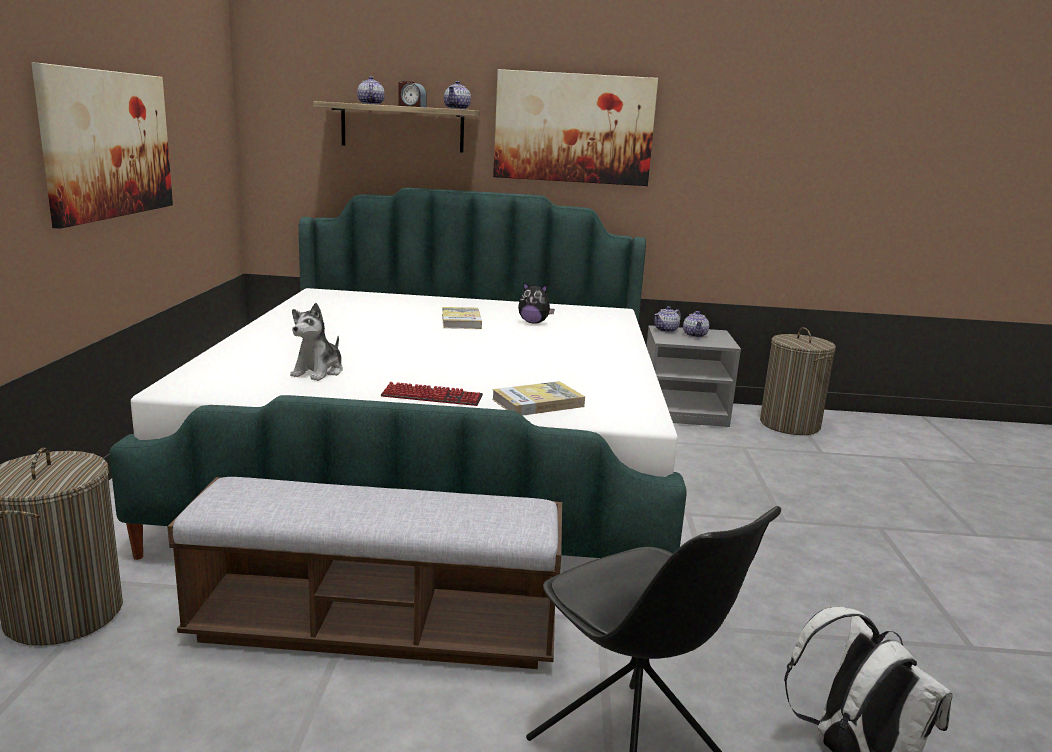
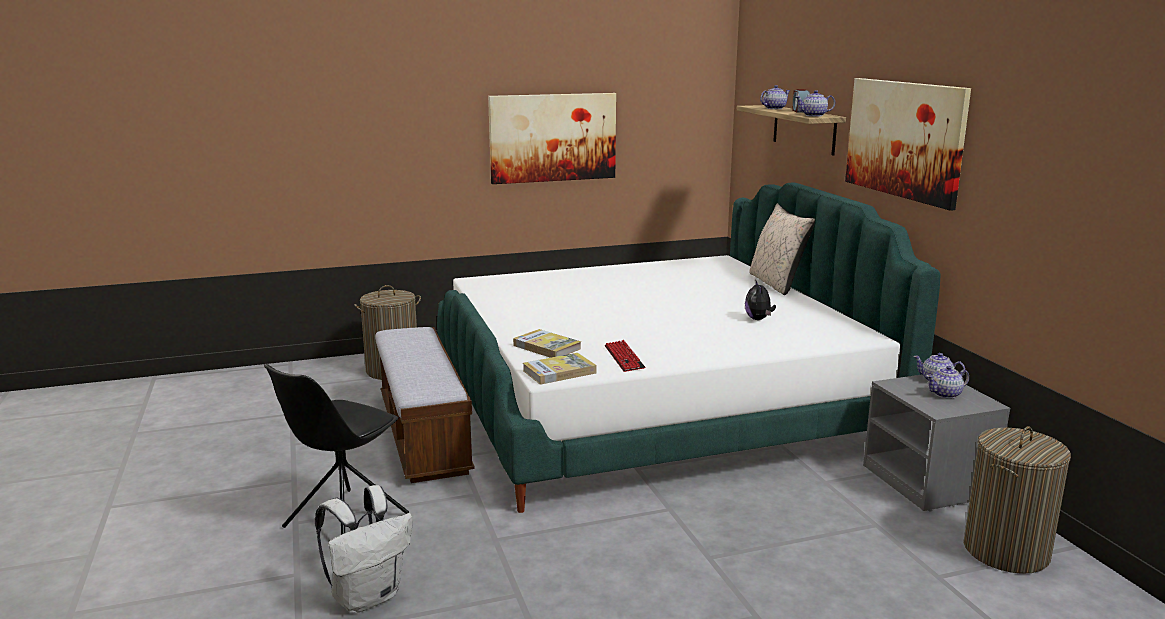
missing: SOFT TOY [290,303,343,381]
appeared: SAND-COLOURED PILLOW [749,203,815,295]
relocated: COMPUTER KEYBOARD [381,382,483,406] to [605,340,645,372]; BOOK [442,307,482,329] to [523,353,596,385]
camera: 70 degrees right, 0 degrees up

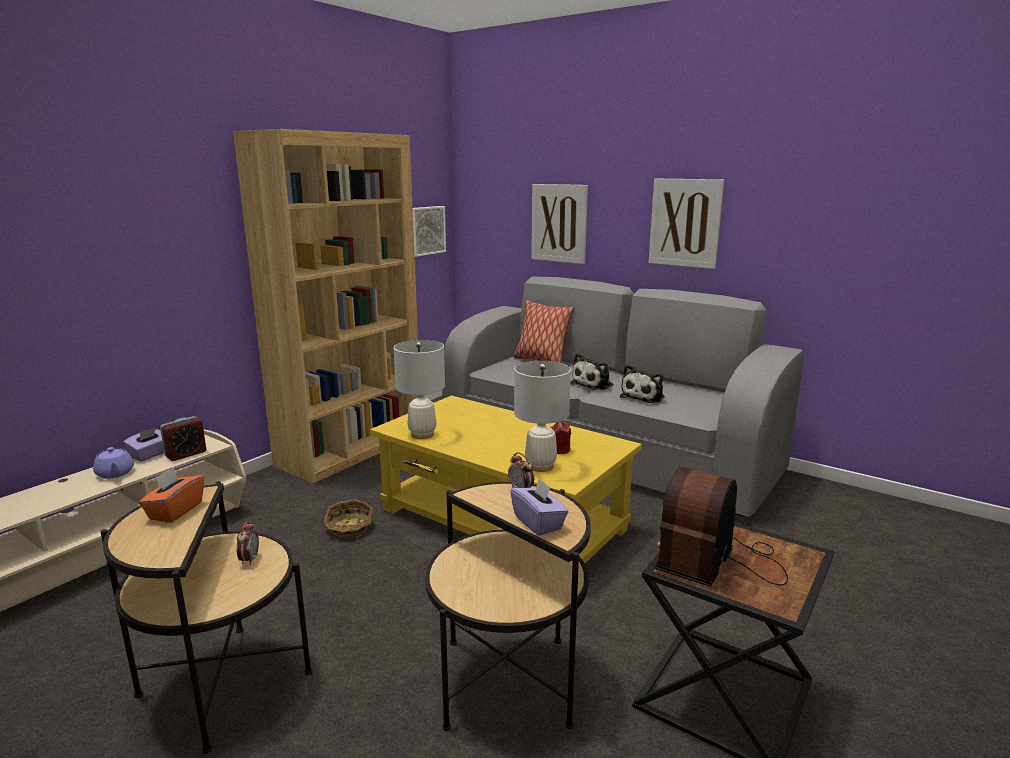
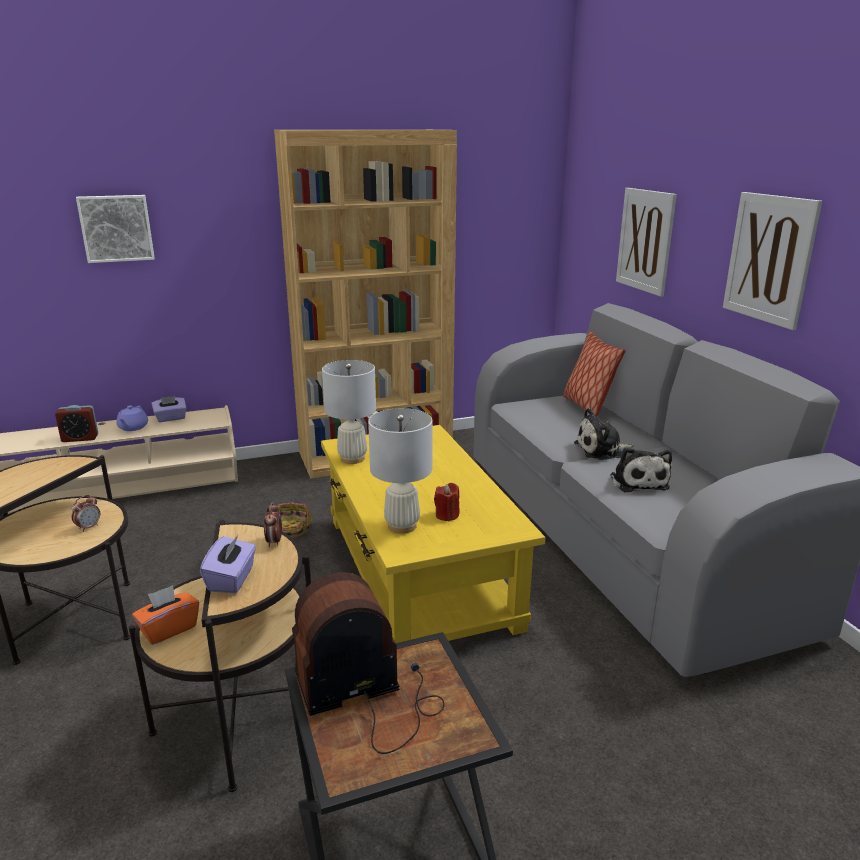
relocated: ORANGE-COLOURED TISSUE HOLDER [139,467,204,523] to [132,585,199,645]; BEDSIDE CLOCK [160,416,206,461] to [55,405,98,442]; WALL PICTURE [413,206,446,257] to [76,195,155,263]
spun: SOFT TOY [620,364,665,403] = [610,447,672,492] 75 degrees counterclockwise
camera: 35 degrees right, 5 degrees up

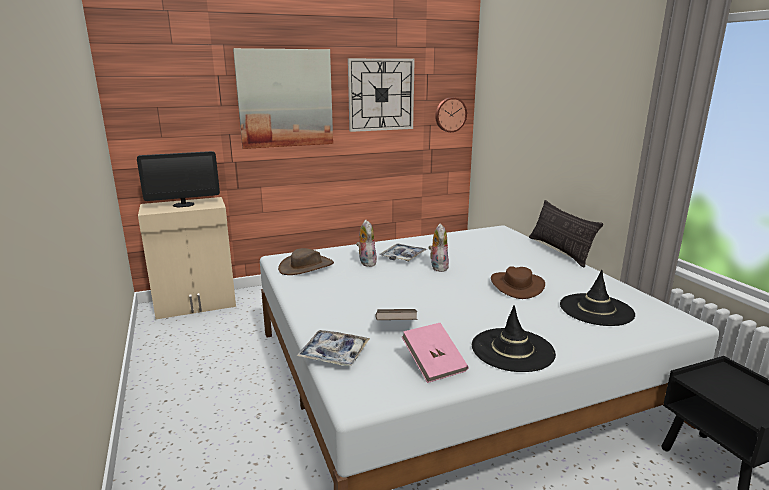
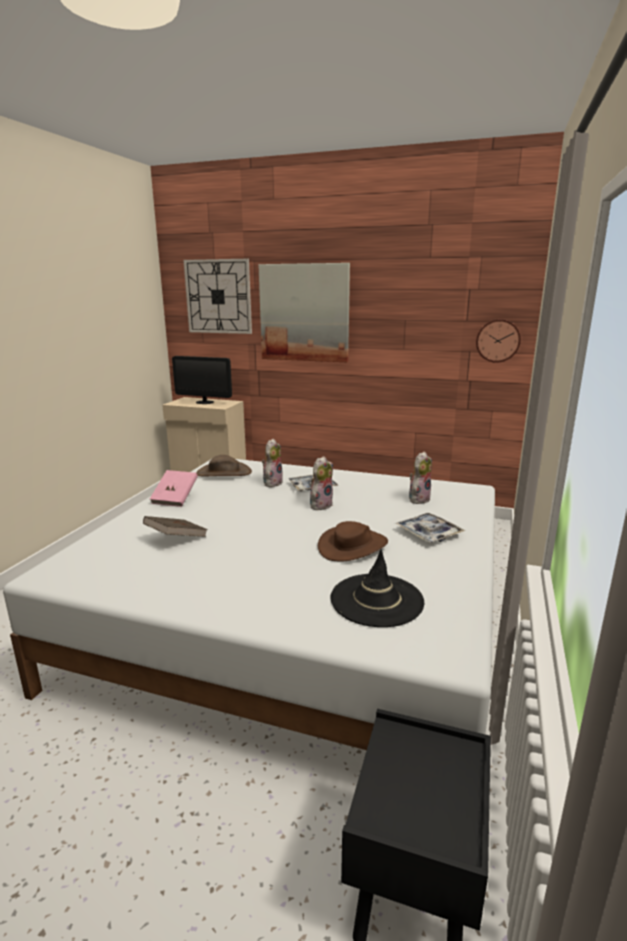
missing: BLACKISH CLOTHING HAT [472,305,556,372]; PILLOW [529,200,603,267]
appeared: SOFT TOY [409,451,432,504]
relocated: SERVING TRAY [296,330,370,366] to [395,513,465,543]; CLOCK ON THE WALL [348,58,415,132] to [183,259,252,334]; PINK-COLOURED BOOK [402,323,469,383] to [150,470,198,507]
camera: 40 degrees right, 0 degrees up

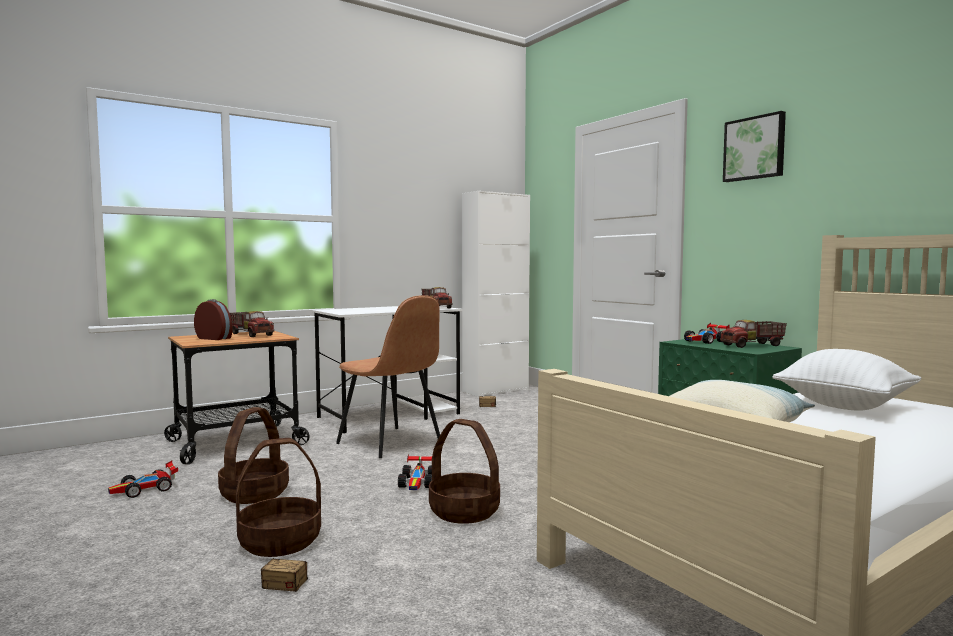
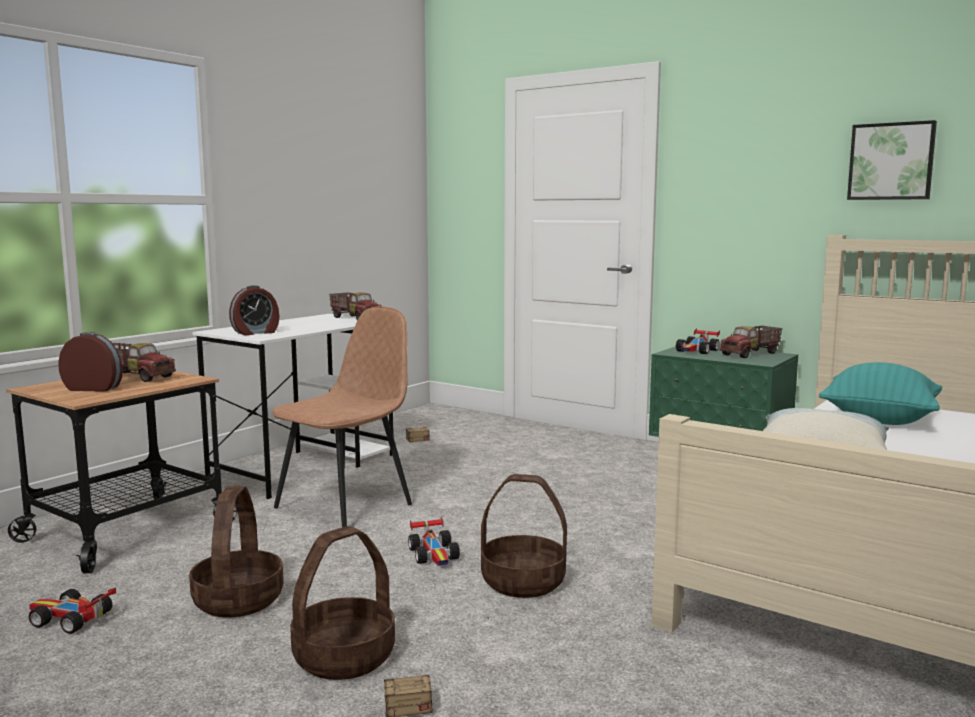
missing: WHITISH STORAGE CABINET [462,191,530,397]
appeared: BEDSIDE CLOCK [229,285,280,335]
relocated: WALL PICTURE [723,111,786,182] to [847,120,937,200]
colour: WHITISH PILLOW [772,349,921,411] to BLUE-GREEN PILLOW [819,362,942,425]
spun: MODEL CAR [108,461,178,498] = [29,588,116,634] 75 degrees clockwise; BROWN PLAIN CHAIR [336,295,440,458] = [272,306,412,527] 75 degrees counterclockwise
camera: 20 degrees left, 5 degrees up

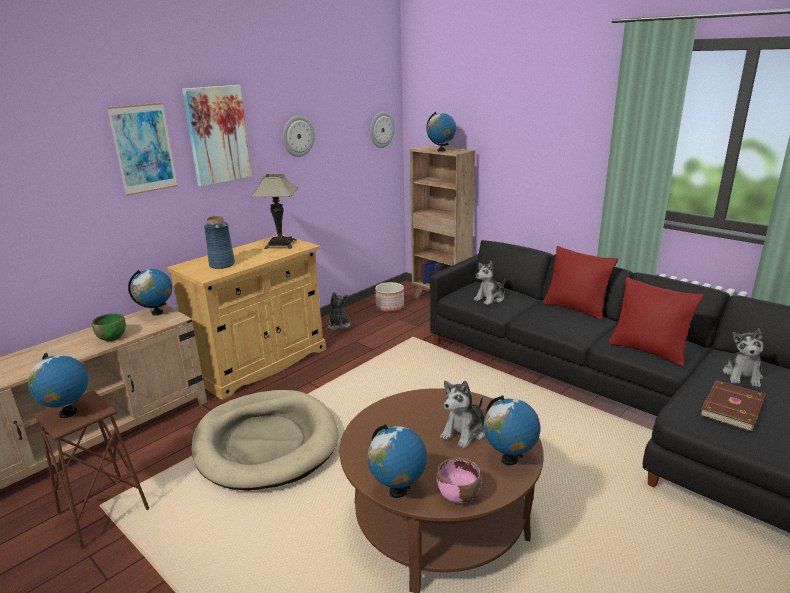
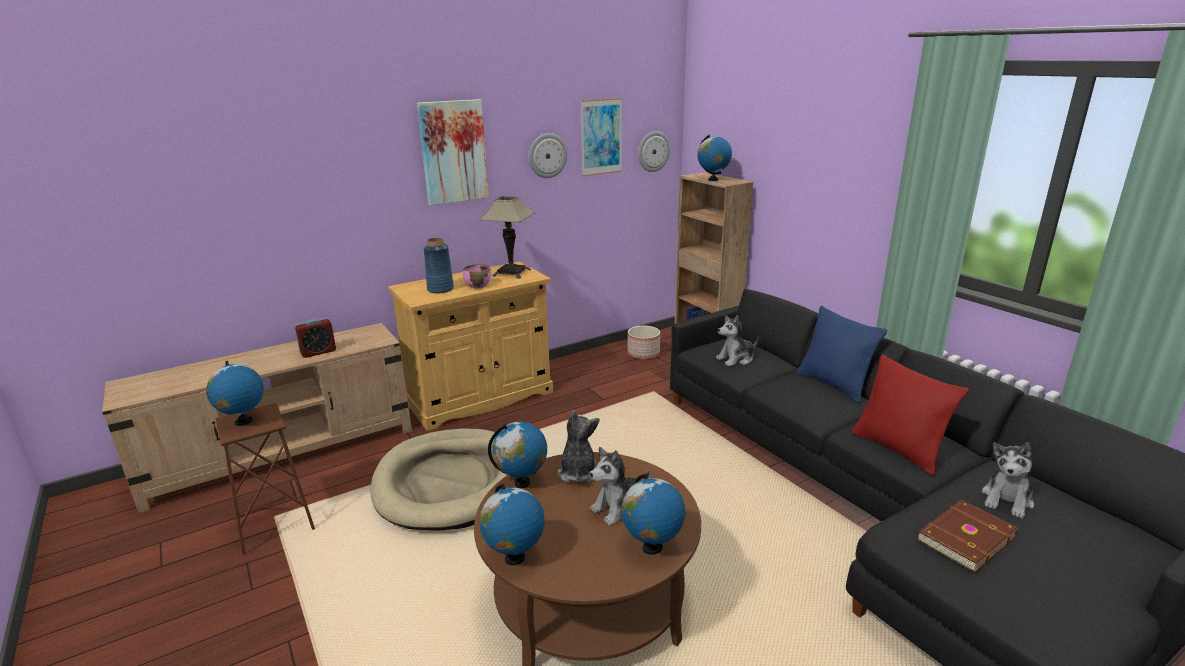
relocated: WALL PICTURE [107,103,178,196] to [580,98,622,176]; WORLD GLOBE [128,269,172,316] to [488,422,547,488]; SOFT TOY [328,292,350,330] to [557,410,600,482]; PINK-COLOURED BOWL [437,458,481,504] to [463,264,491,289]
exchanged: GREEN BOWL [92,313,126,341] to BEDSIDE CLOCK [294,318,336,358]
colour: RED-COLOURED PILLOW [543,246,618,320] to BLUE-COLOURED PILLOW [796,306,887,403]
camera: 15 degrees right, 0 degrees up

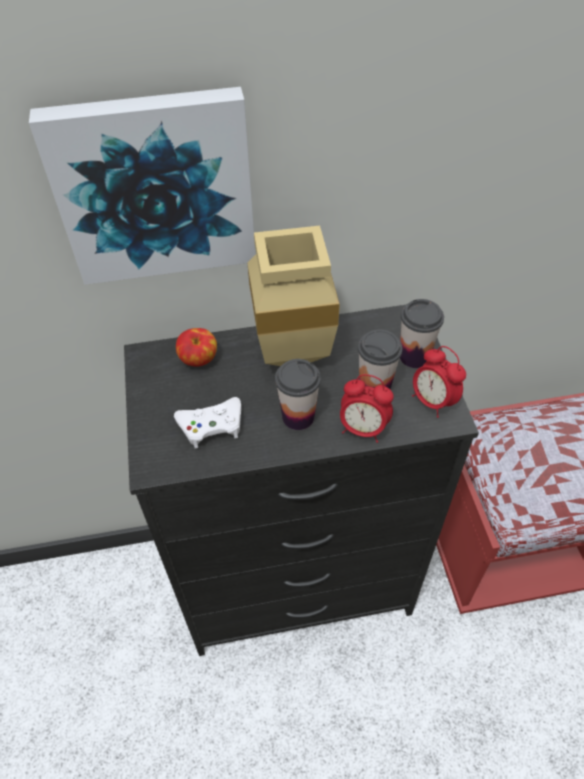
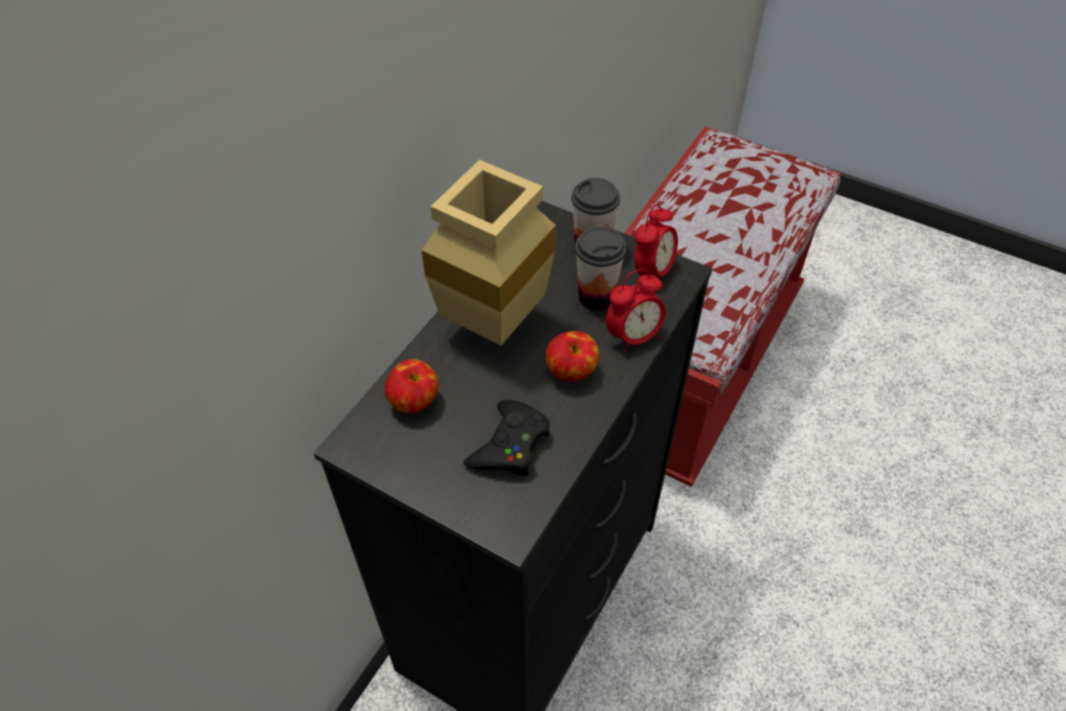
missing: WALL PICTURE [29,87,256,285]
exchanged: SMALL CUP [275,359,321,430] to APPLE FRUIT [546,331,599,381]
colour: WHITISH JOYPAD [174,397,241,449] to BLACKISH JOYPAD [464,400,550,476]
spun: BEDSIDE CLOCK [412,346,466,418] = [635,204,678,278] 60 degrees counterclockwise
camera: 50 degrees left, 0 degrees up

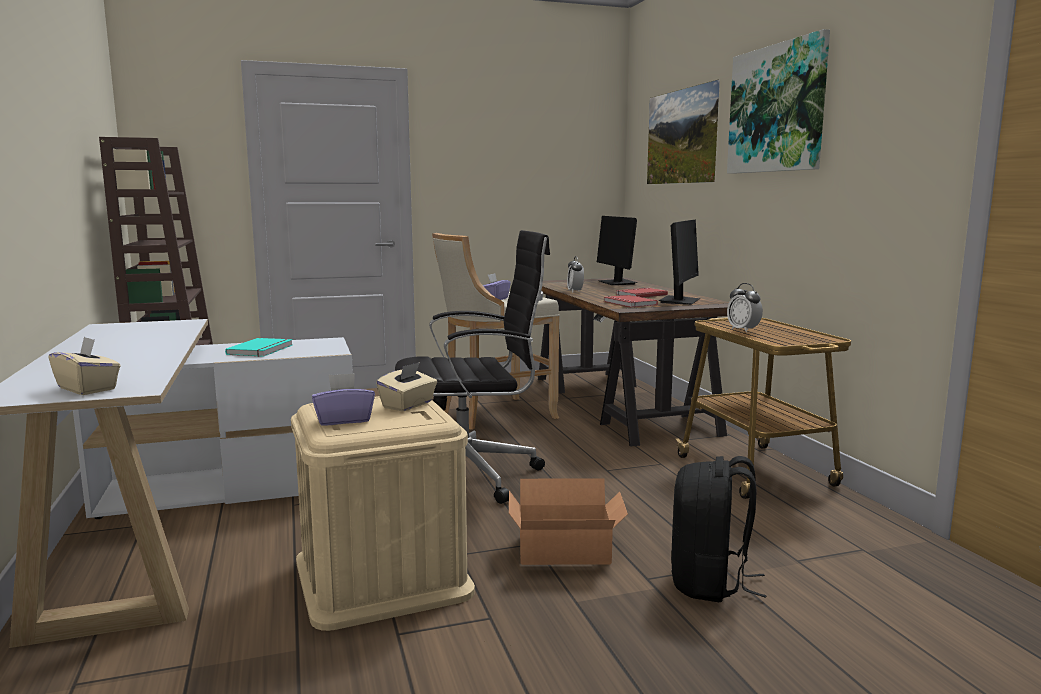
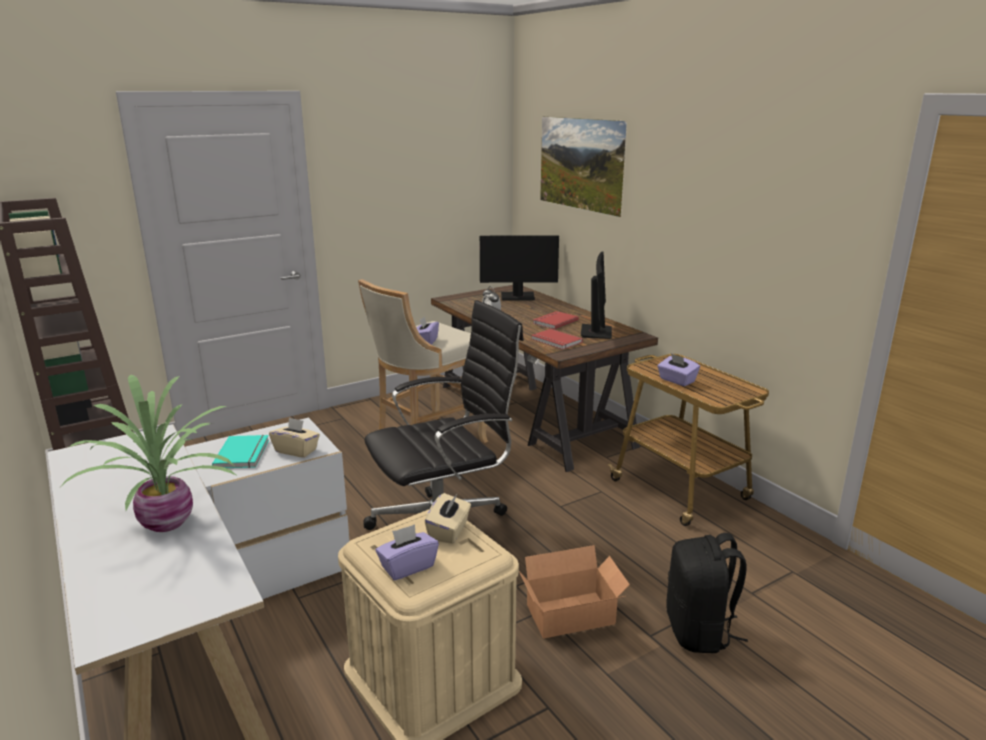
missing: WALL PICTURE [727,29,830,174]
appeared: HOUSEPLANT [61,374,236,532]
relocated: SAND-COLOURED TISSUE HOLDER [48,336,121,395] to [269,417,320,458]
exchanged: BEDSIDE CLOCK [727,283,763,332] to PURPLISH TISSUE HOLDER [657,353,700,386]
spun: COMPUTER DISPLAY [597,216,637,285] = [480,235,559,300] 60 degrees counterclockwise
camera: 15 degrees left, 10 degrees up

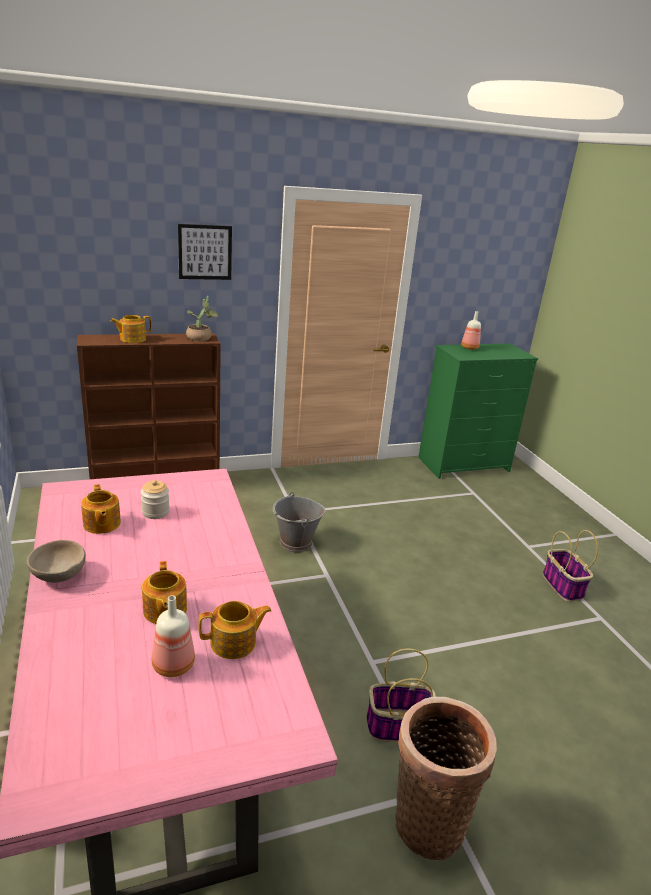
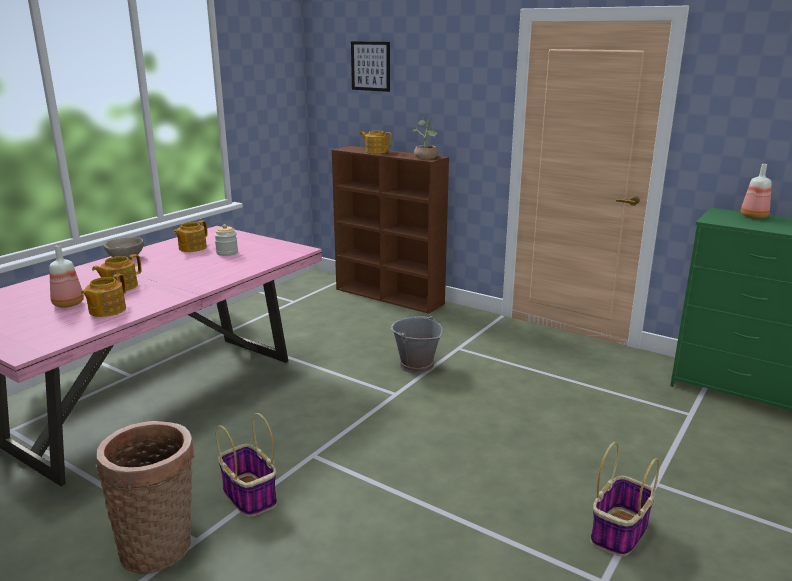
relocated: WALL PICTURE [178,224,232,280] to [351,41,390,92]
spun: POT FOR TEA [198,601,271,659] = [80,273,126,317] 75 degrees clockwise
camera: 55 degrees right, 5 degrees down

